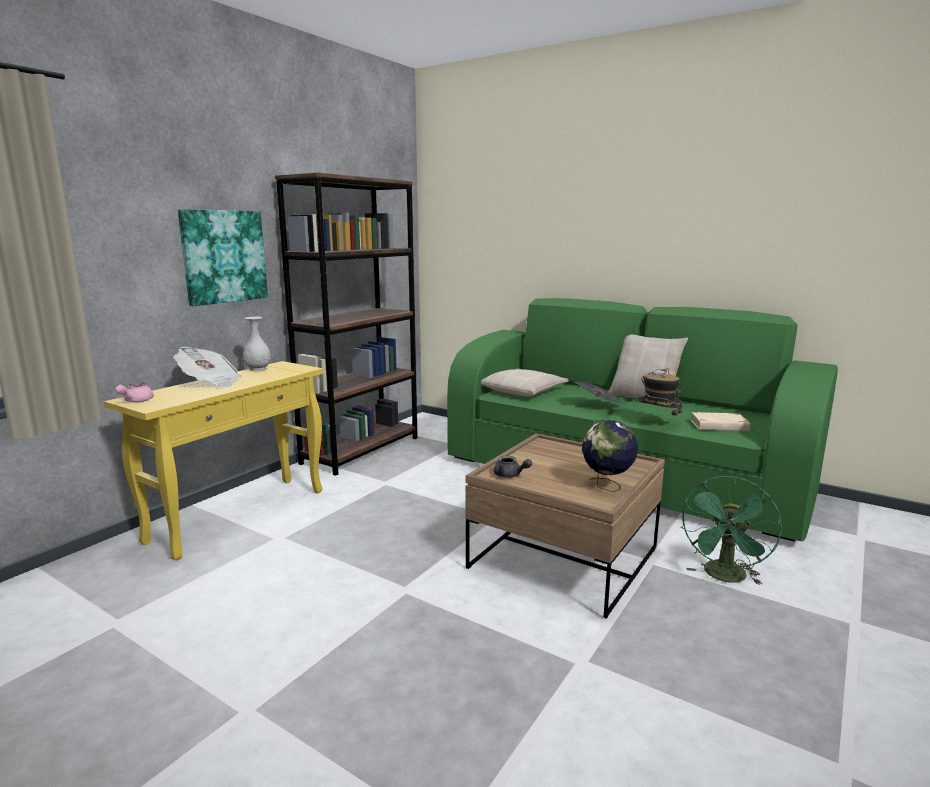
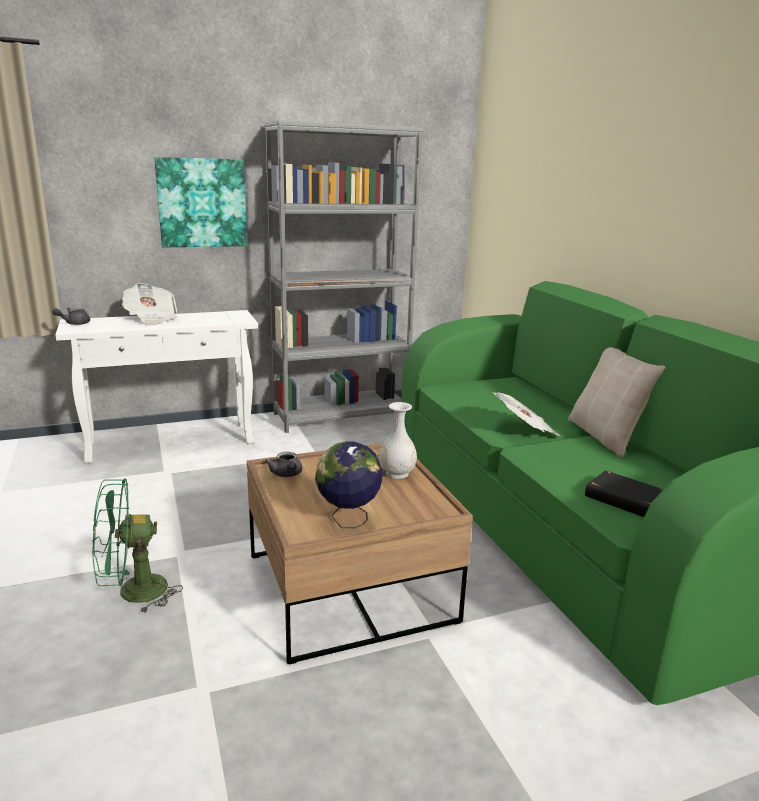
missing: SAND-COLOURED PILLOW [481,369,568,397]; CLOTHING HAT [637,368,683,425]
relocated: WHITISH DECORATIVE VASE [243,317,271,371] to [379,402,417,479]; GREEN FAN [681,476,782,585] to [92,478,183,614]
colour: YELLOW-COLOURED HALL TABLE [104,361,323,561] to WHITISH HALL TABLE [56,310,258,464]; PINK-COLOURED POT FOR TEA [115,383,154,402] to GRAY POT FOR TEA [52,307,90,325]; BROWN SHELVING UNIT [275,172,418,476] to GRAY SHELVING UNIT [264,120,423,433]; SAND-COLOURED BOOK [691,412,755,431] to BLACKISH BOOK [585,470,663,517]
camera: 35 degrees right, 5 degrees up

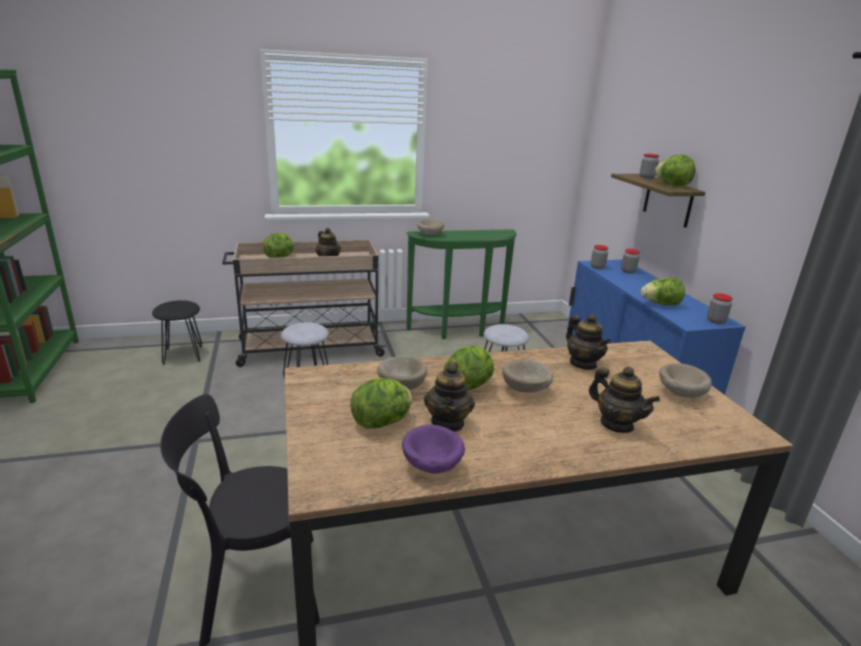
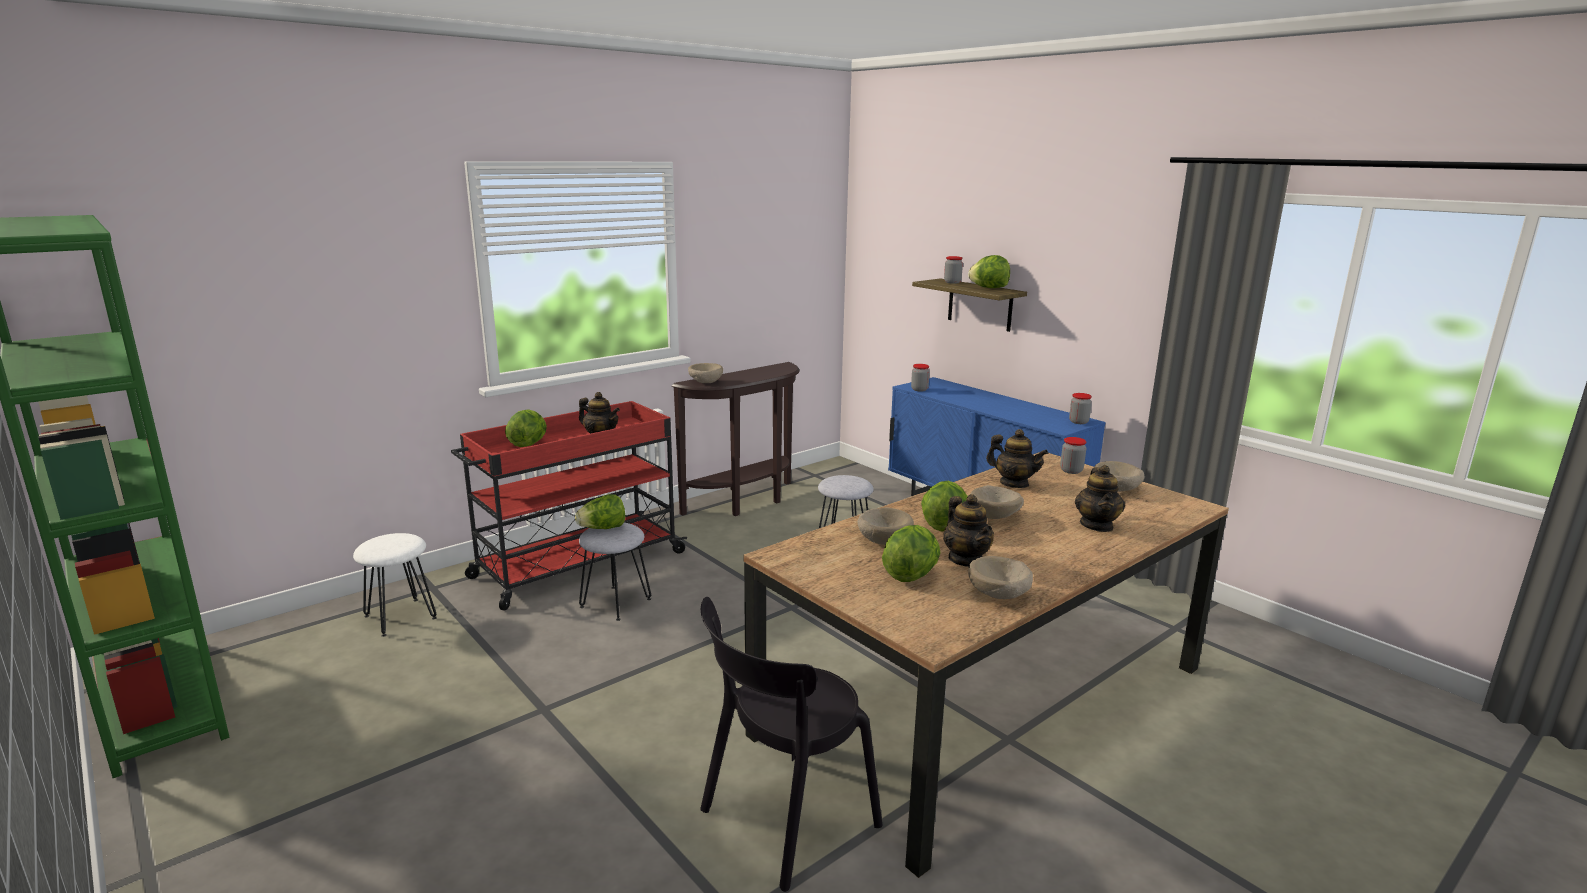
relocated: STORAGE JAR [621,249,640,273] to [1060,437,1086,474]; LETTUCE HEAD [641,277,685,305] to [575,494,625,529]
colour: BLACKISH SITTING STOOL [152,300,203,365] to WHITISH SITTING STOOL [353,533,437,637]; SAND-COLOURED CART [222,240,386,367] to RED-COLOURED CART [451,401,687,611]; PURPLISH BOWL [402,425,465,473] to SAND-COLOURED BOWL [968,556,1033,599]; GREEN HALL TABLE [406,229,517,339] to BROWN HALL TABLE [672,362,800,516]
spun: POT FOR TEA [589,367,660,433] = [1075,465,1125,532] 75 degrees clockwise
camera: 25 degrees left, 5 degrees down

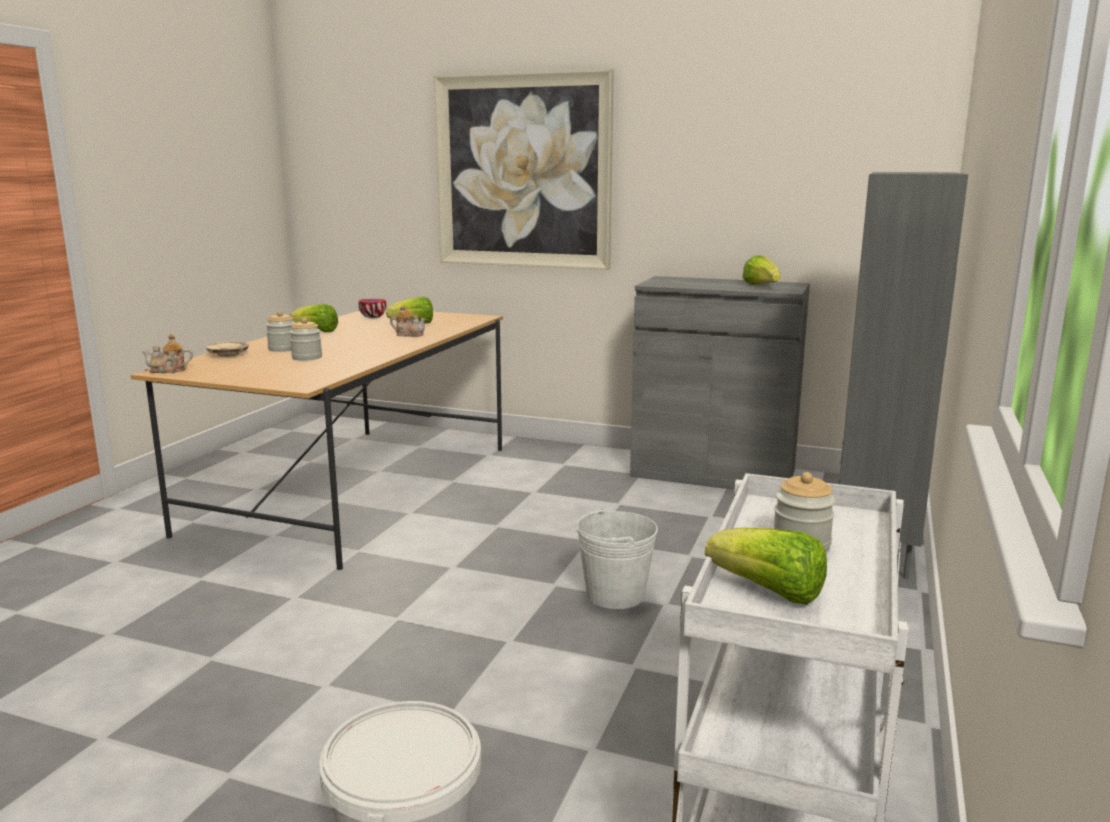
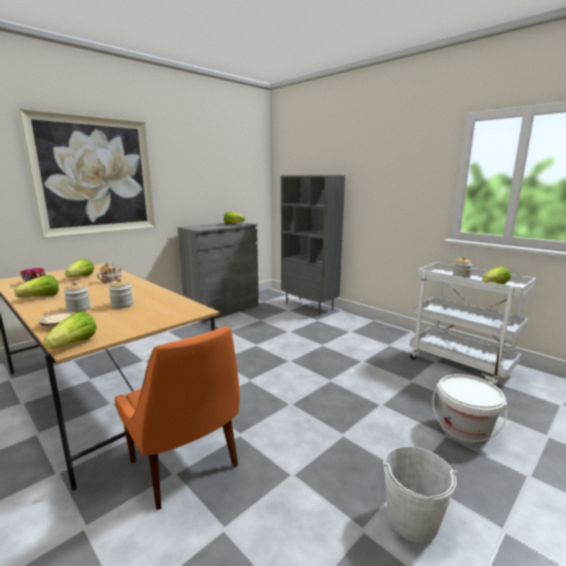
appeared: ORANGE-COLOURED PLAIN CHAIR [114,326,240,510]
relocated: WHITISH WATER BUCKET [577,507,658,609] to [383,446,457,543]
exchanged: POT FOR TEA [142,334,193,373] to LETTUCE HEAD [43,312,97,349]
camera: 65 degrees left, 0 degrees up

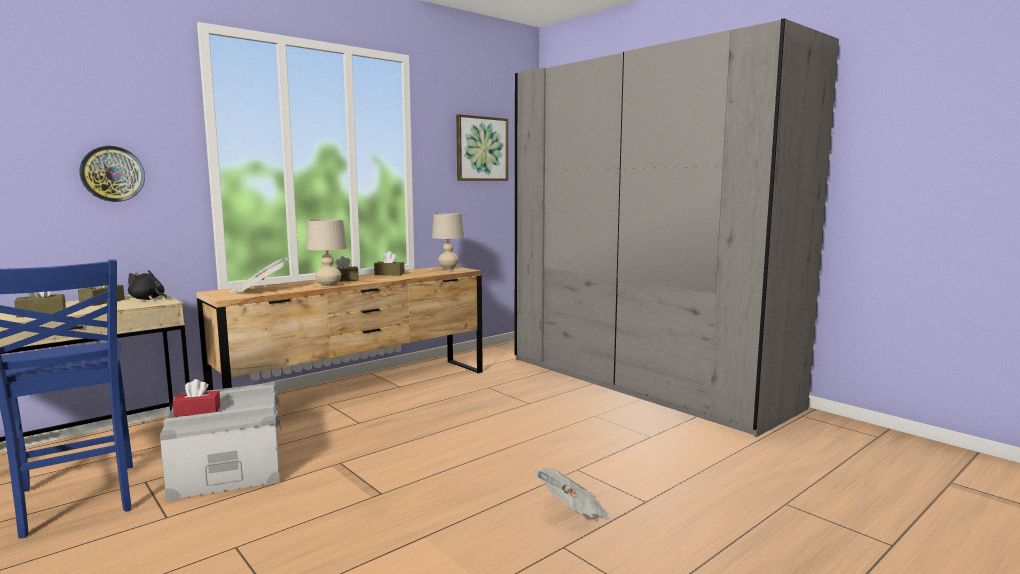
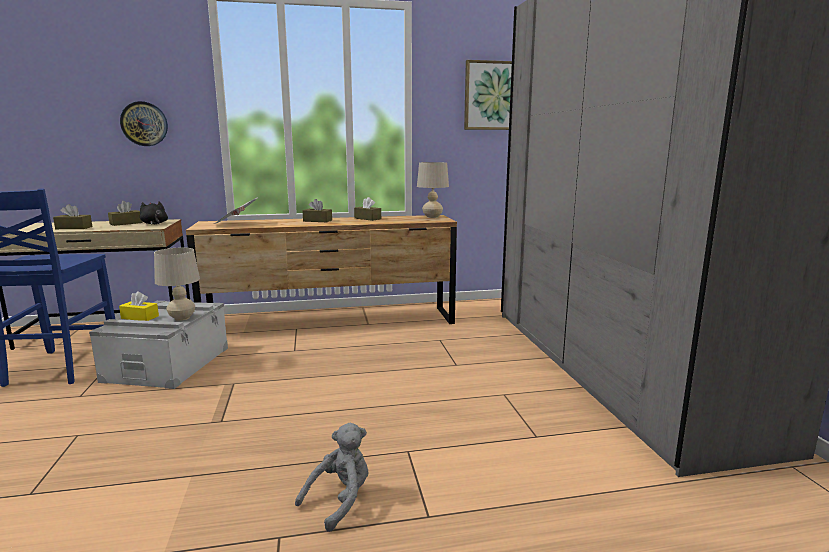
relocated: SAND-COLOURED TABLE LAMP [306,219,347,287] to [154,248,200,321]
exchanged: PRINTED PAPER [534,469,612,518] to GRAY SOFT TOY [295,423,368,532]
colour: RED-COLOURED TISSUE HOLDER [173,379,220,417] to YELLOW-COLOURED TISSUE HOLDER [119,291,159,321]
camera: 30 degrees right, 5 degrees up

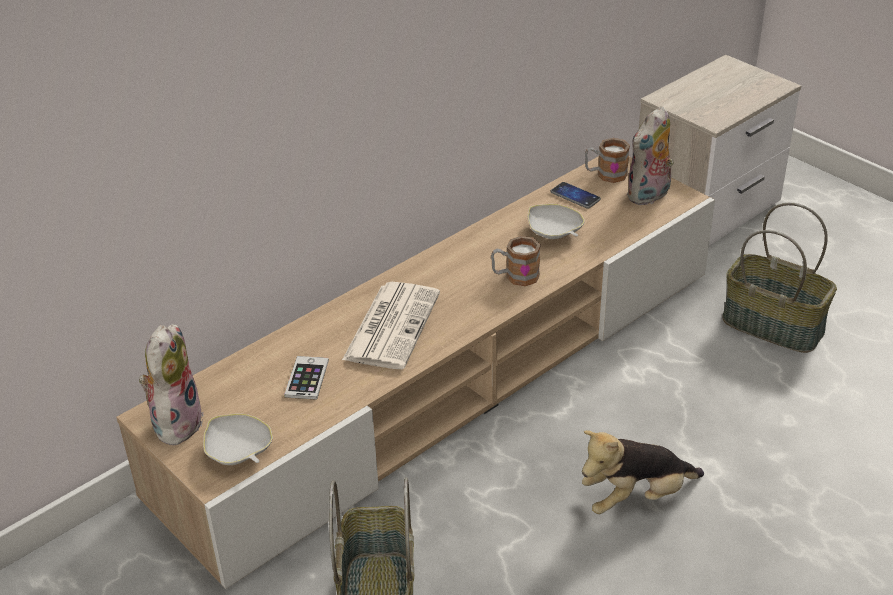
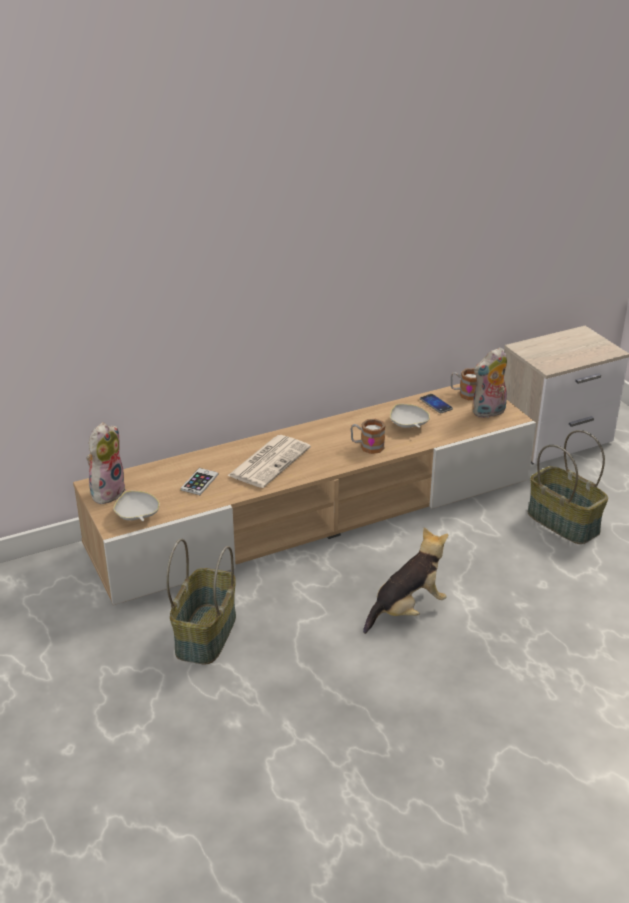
spun: SOFT TOY [582,430,704,514] = [363,527,448,634] 150 degrees clockwise
camera: 15 degrees right, 5 degrees down

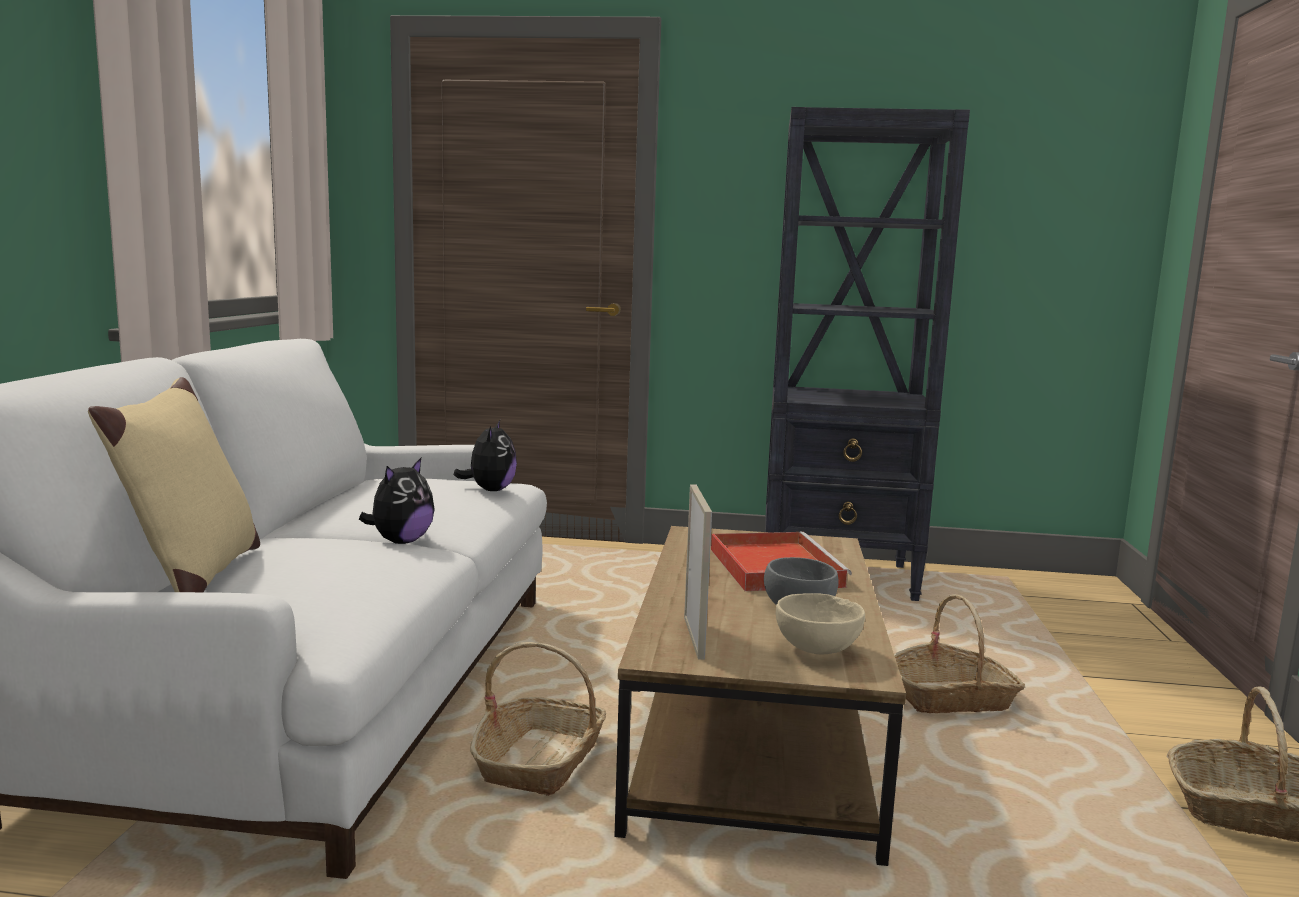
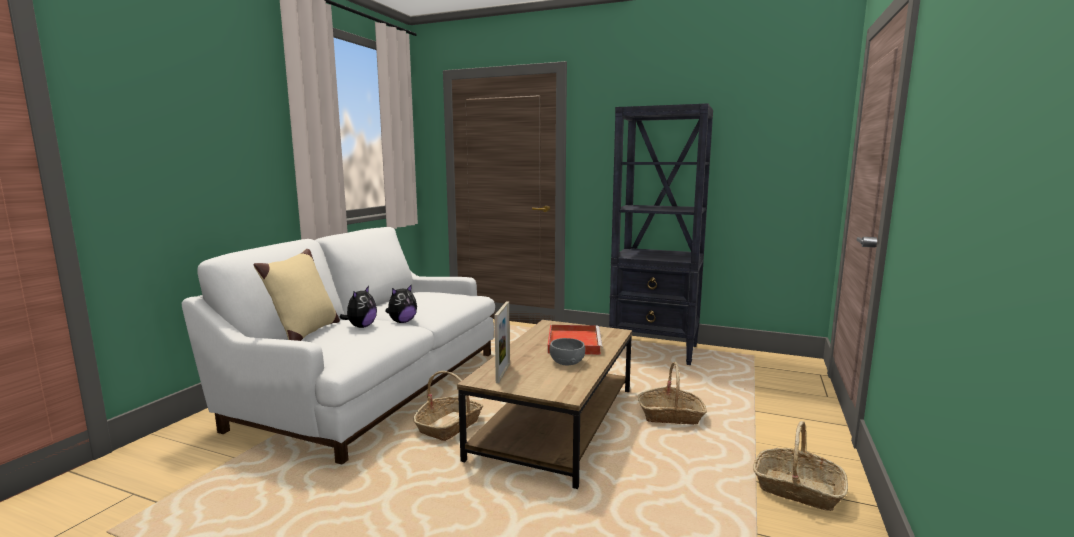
missing: SAND-COLOURED BOWL [776,593,865,654]
relocated: SOFT TOY [454,420,517,491] to [339,286,377,328]
camera: 15 degrees right, 0 degrees up

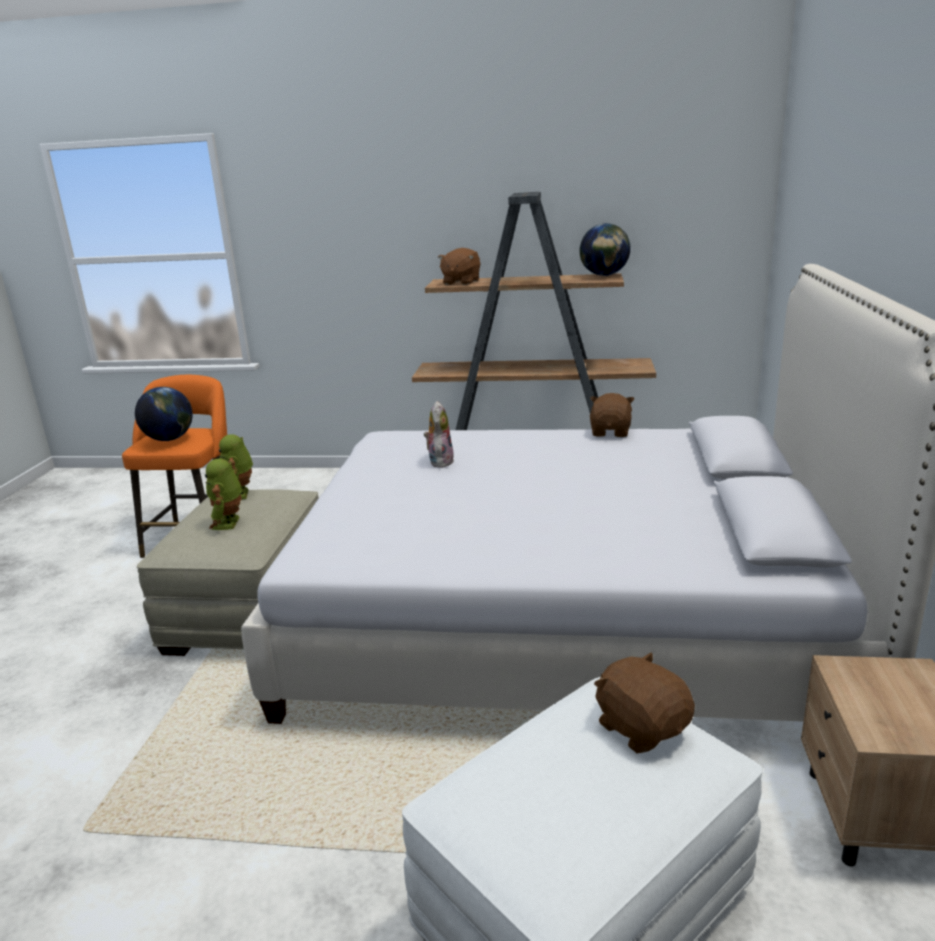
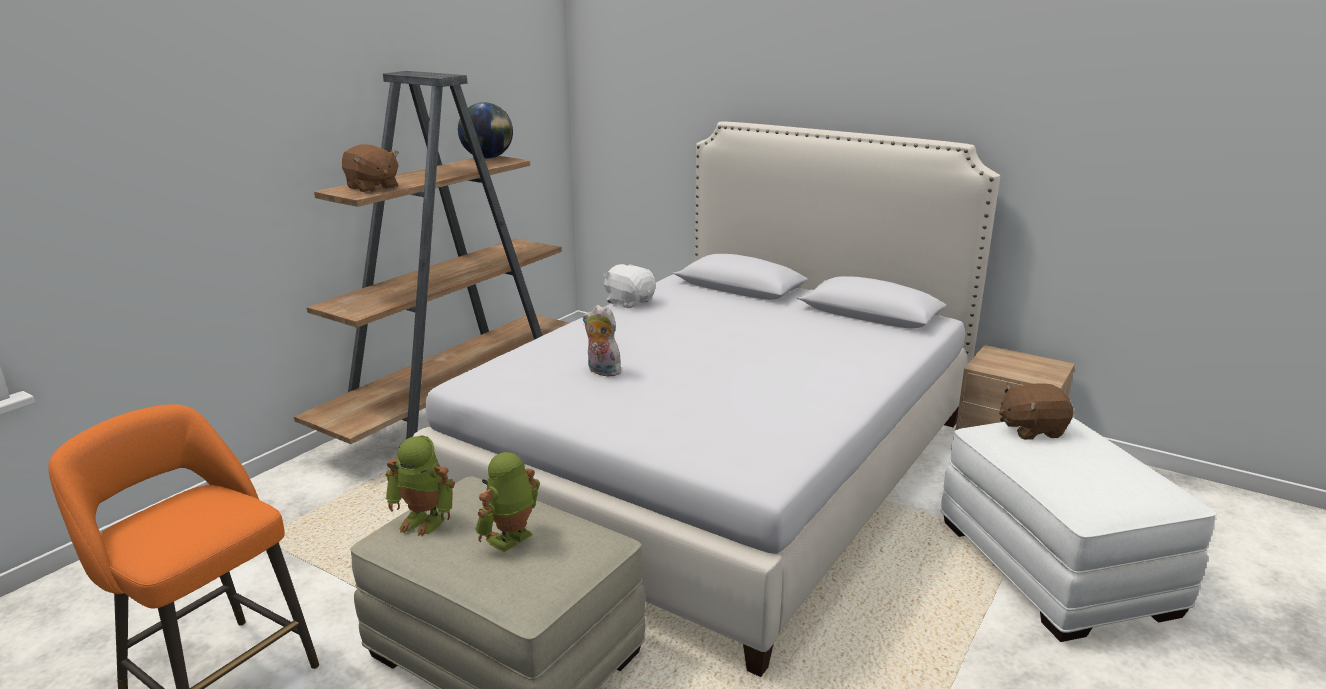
missing: WORLD GLOBE [135,387,193,441]
colour: BROWN SOFT TOY [590,393,635,437] to WHITISH SOFT TOY [603,264,656,308]
spun: TOY ROBOT [205,459,243,530] = [475,452,540,552] 105 degrees clockwise
camera: 65 degrees left, 0 degrees up

